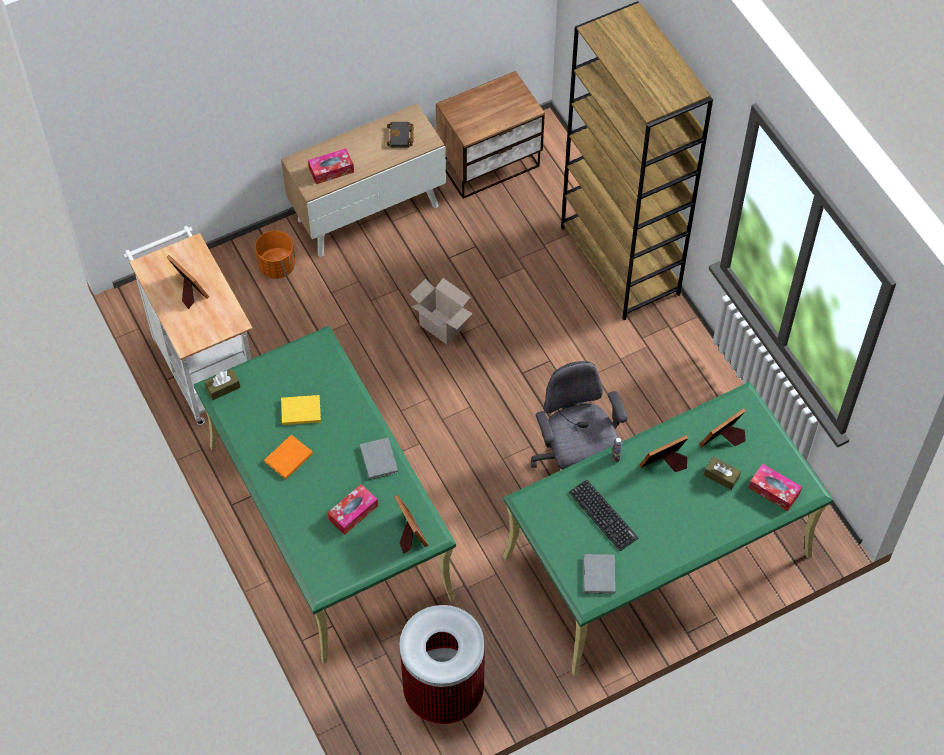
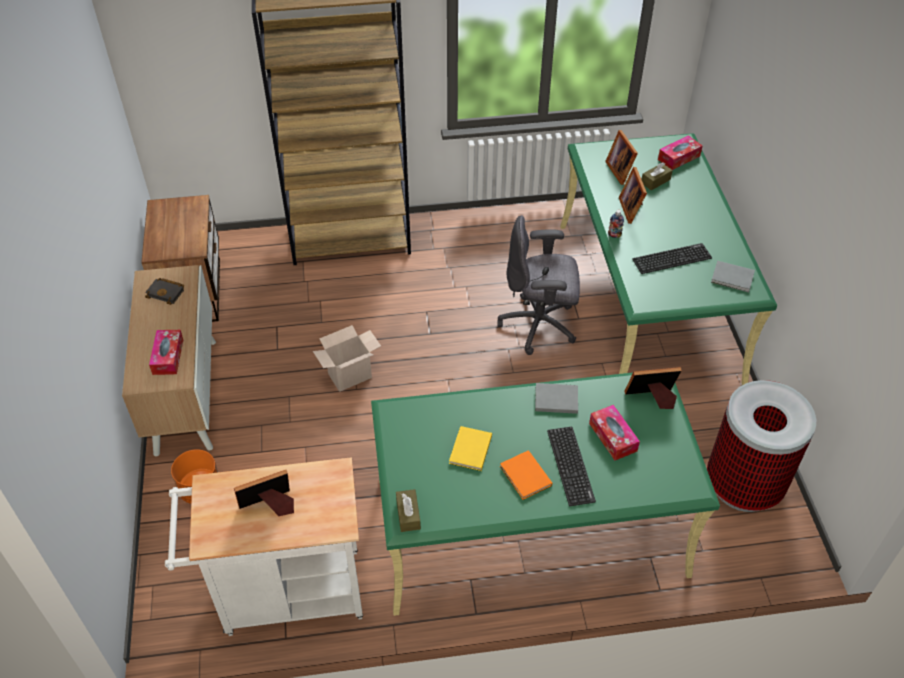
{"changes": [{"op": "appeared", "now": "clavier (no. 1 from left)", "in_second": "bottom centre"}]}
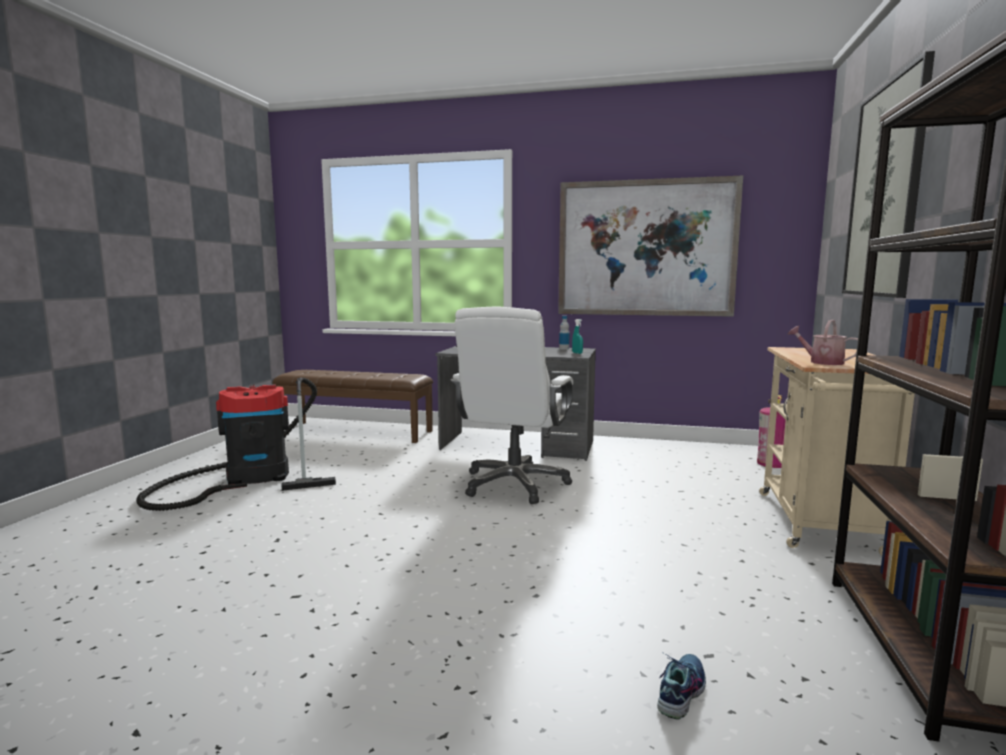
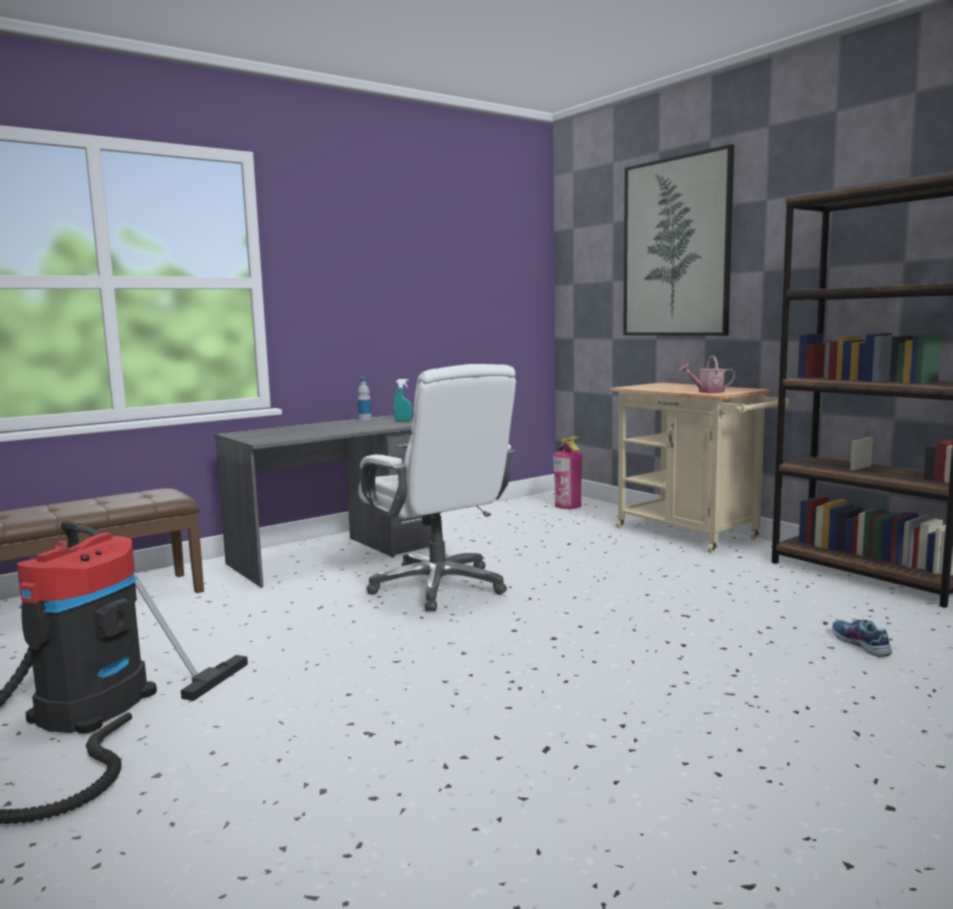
{"changes": [{"op": "missing", "was": "tableau (no. 1 from left)", "in_first": "top centre"}]}
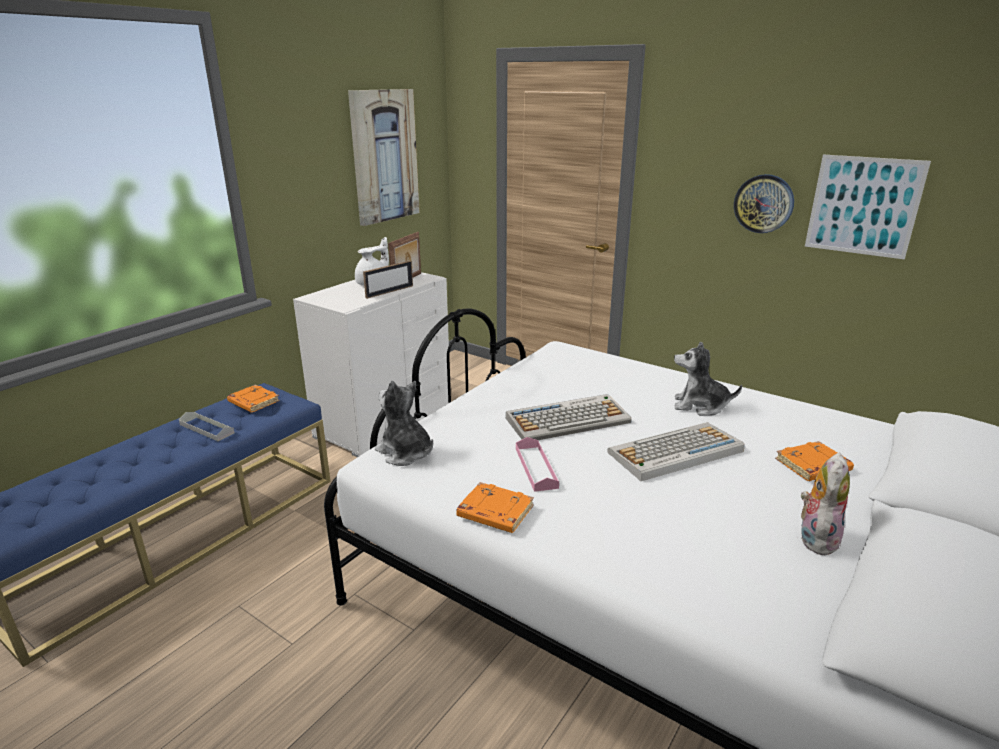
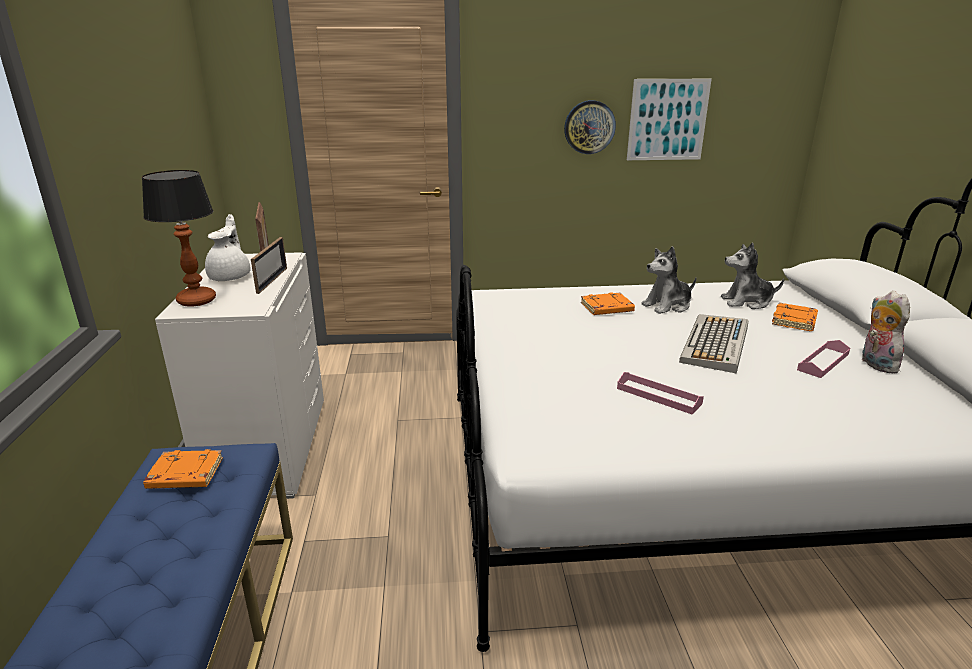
{"changes": [{"op": "missing", "was": "plateau (gris)", "in_first": "middle left"}, {"op": "missing", "was": "tableau (no. 1 from left)", "in_first": "top centre"}, {"op": "relocated", "was": "peluche (no. 1 from left in the first image)", "now": "peluche (no. 2 from left)", "in_first": "centre", "in_second": "middle right"}, {"op": "relocated", "was": "livre (orange) (no. 2 from left)", "in_first": "bottom centre", "in_second": "centre"}, {"op": "missing", "was": "clavier (no. 1 from left)", "in_first": "centre"}, {"op": "appeared", "now": "lampe de table", "in_second": "middle left"}, {"op": "appeared", "now": "plateau (rose) (no. 2 from left)", "in_second": "middle right"}]}
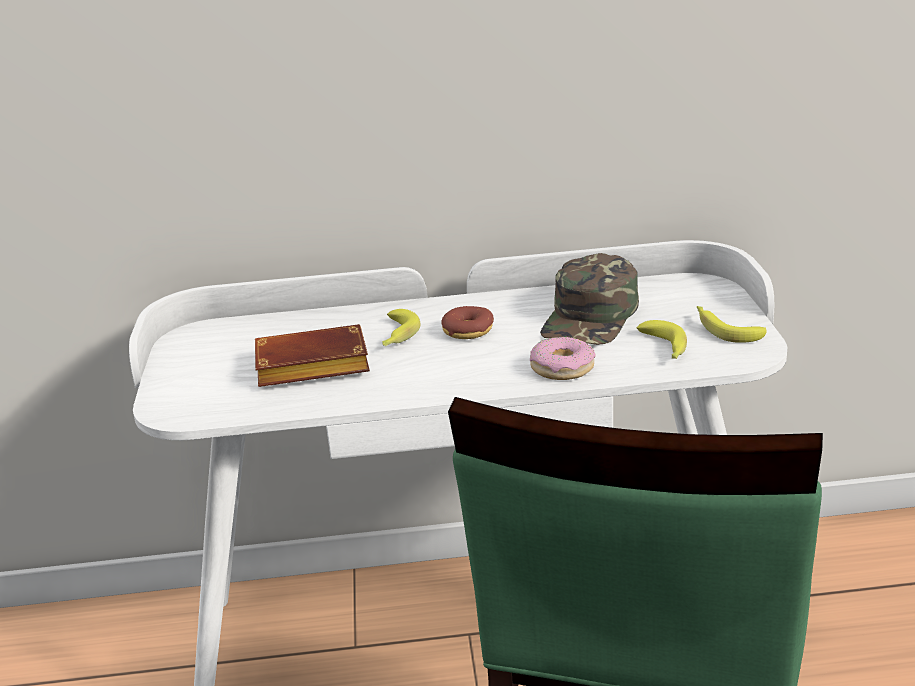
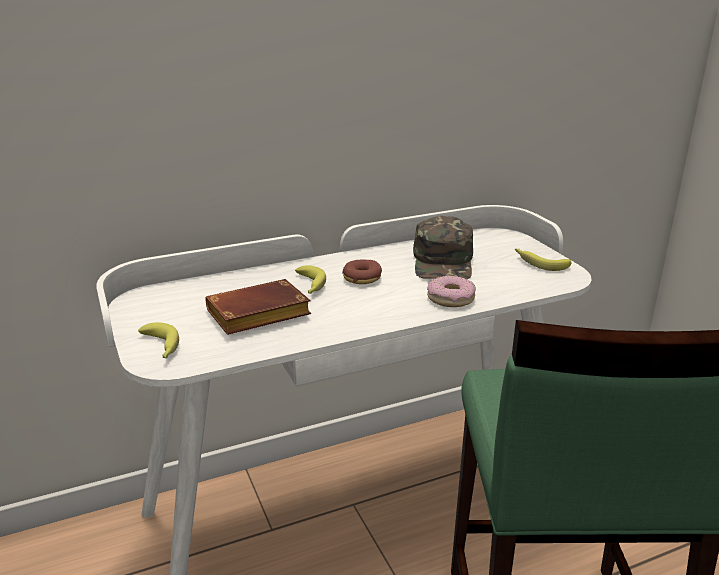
{"changes": [{"op": "relocated", "was": "banane (no. 2 from left in the first image)", "now": "banane (no. 1 from left)", "in_first": "middle right", "in_second": "middle left"}]}
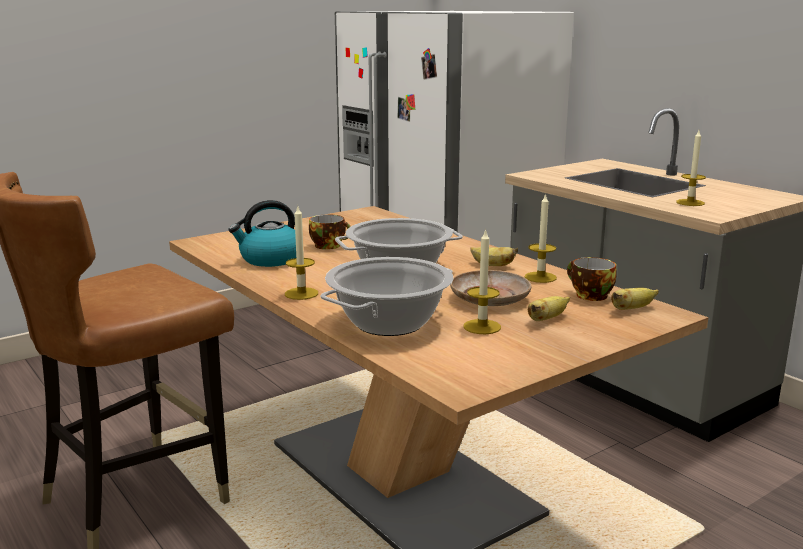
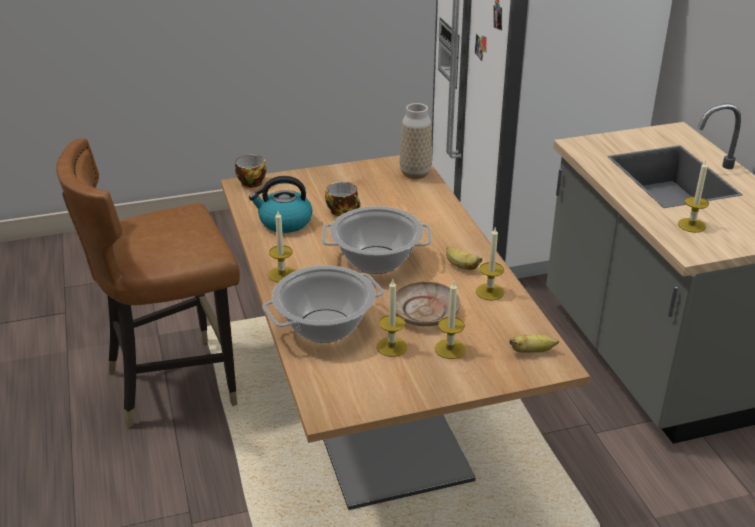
{"changes": [{"op": "exchanged", "was": "banane (no. 2 from left)", "now": "bougie (no. 3 from left)", "in_first": "middle right", "in_second": "centre"}, {"op": "relocated", "was": "tasse (no. 2 from left in the first image)", "now": "tasse (no. 1 from left)", "in_first": "middle right", "in_second": "top left"}, {"op": "appeared", "now": "vase", "in_second": "top centre"}]}
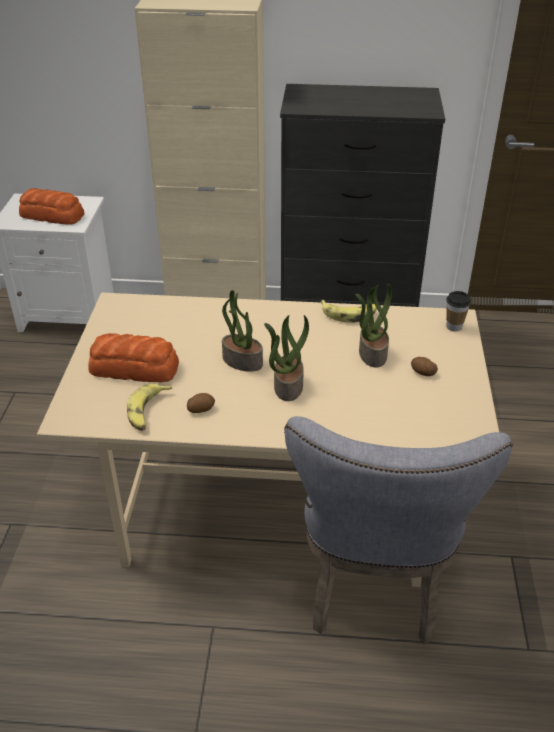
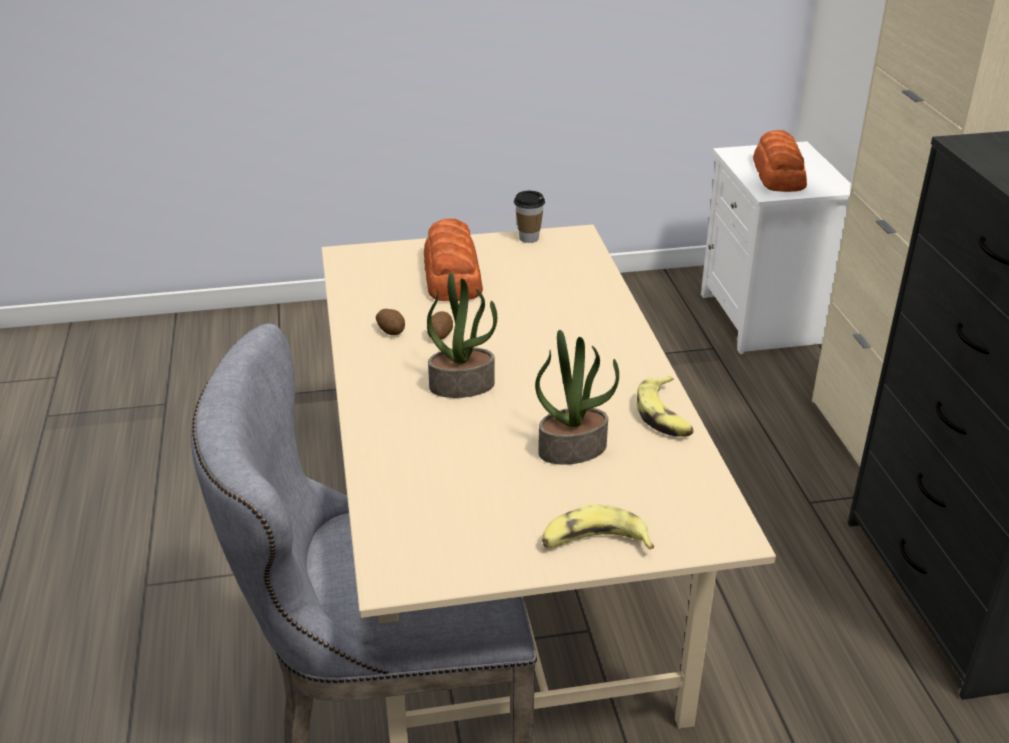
{"changes": [{"op": "relocated", "was": "banane (no. 1 from left)", "in_first": "middle left", "in_second": "bottom centre"}, {"op": "missing", "was": "plante en pot (no. 1 from left)", "in_first": "centre"}, {"op": "relocated", "was": "pomme de terre (no. 2 from left)", "in_first": "middle right", "in_second": "centre"}, {"op": "relocated", "was": "tasse", "in_first": "middle right", "in_second": "top centre"}]}
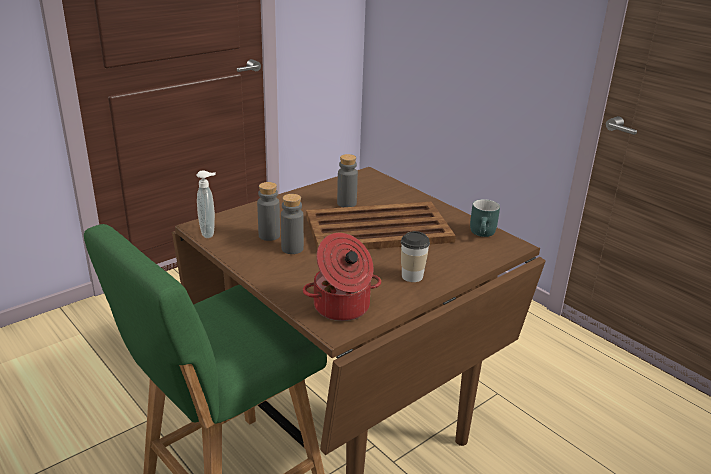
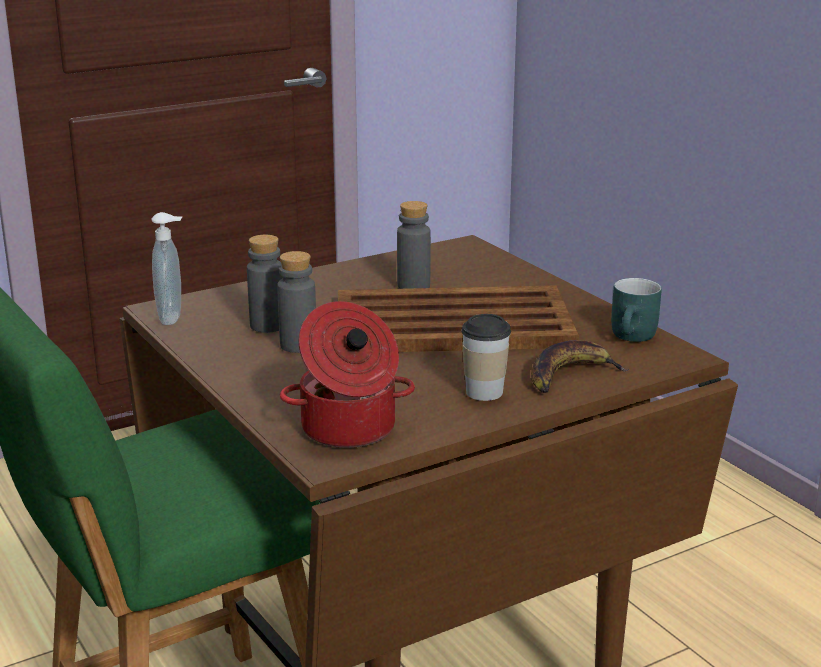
{"changes": [{"op": "appeared", "now": "banane", "in_second": "middle right"}]}
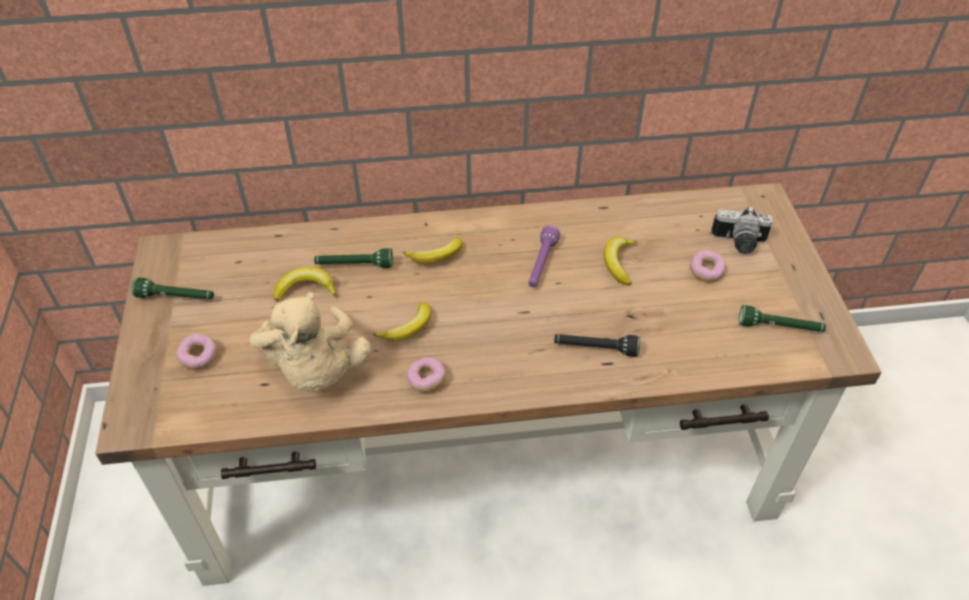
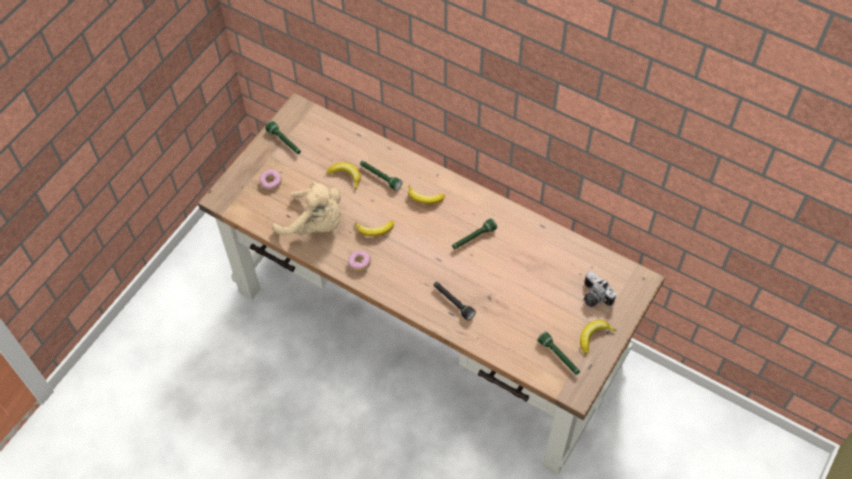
{"changes": [{"op": "spun", "was": "peluche (beige)", "in_first": "middle left", "in_second": "centre", "clockwise": -90}, {"op": "colour", "was": "lampe de poche (violet)", "now": "lampe de poche (vert) (no. 3 from left)", "in_first": "centre", "in_second": "centre"}, {"op": "relocated", "was": "banane (no. 4 from left)", "in_first": "centre", "in_second": "bottom right"}, {"op": "missing", "was": "beignet (no. 3 from left)", "in_first": "middle right"}]}
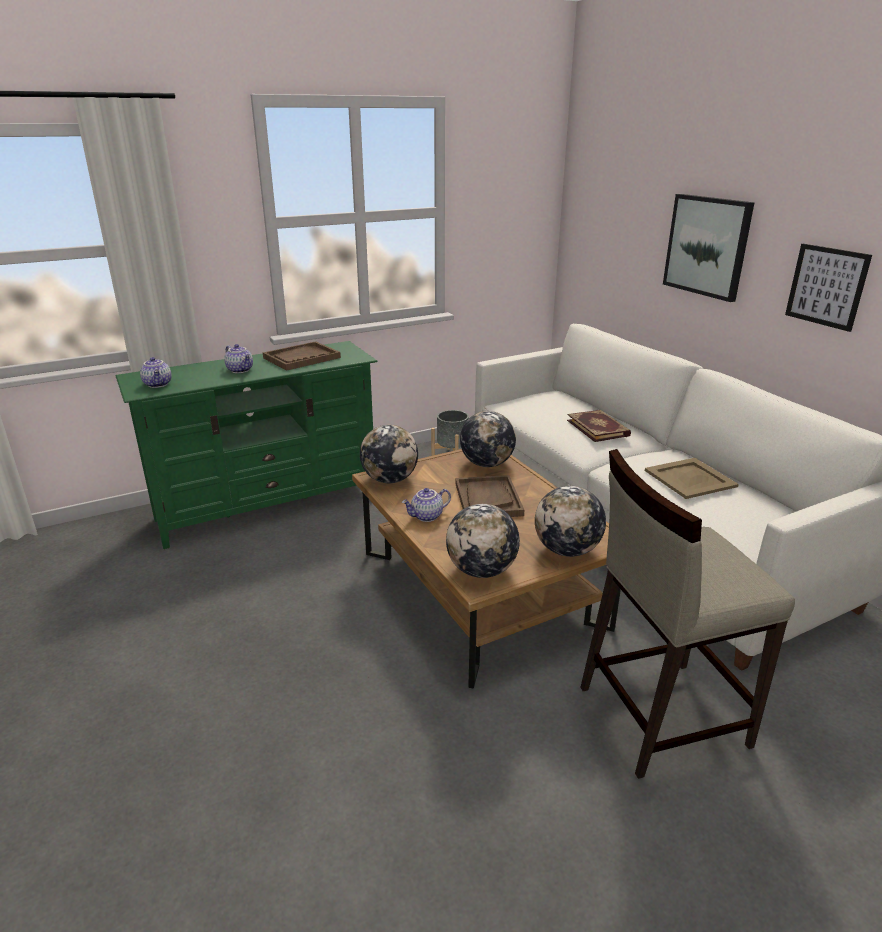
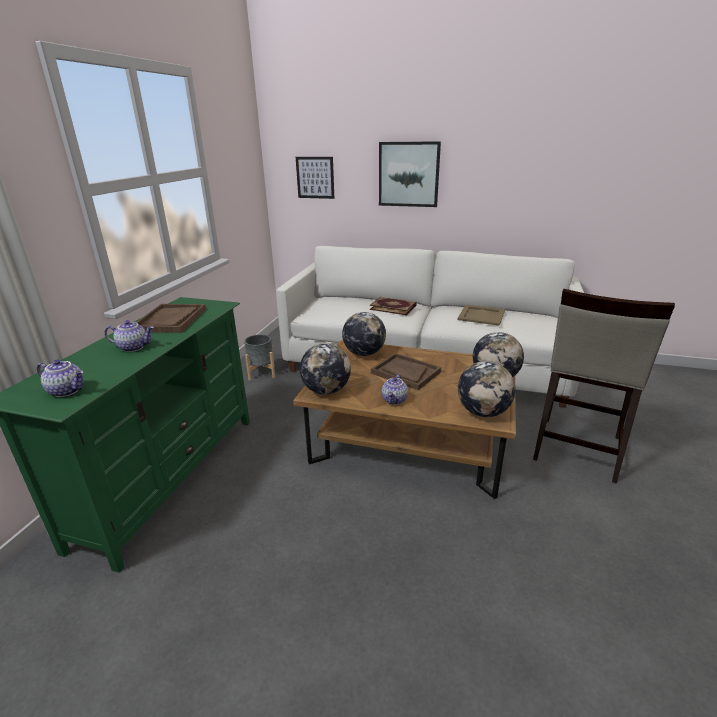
{"changes": [{"op": "relocated", "was": "tableau (no. 2 from left in the first image)", "now": "tableau (no. 1 from left)", "in_first": "top right", "in_second": "top centre"}]}
